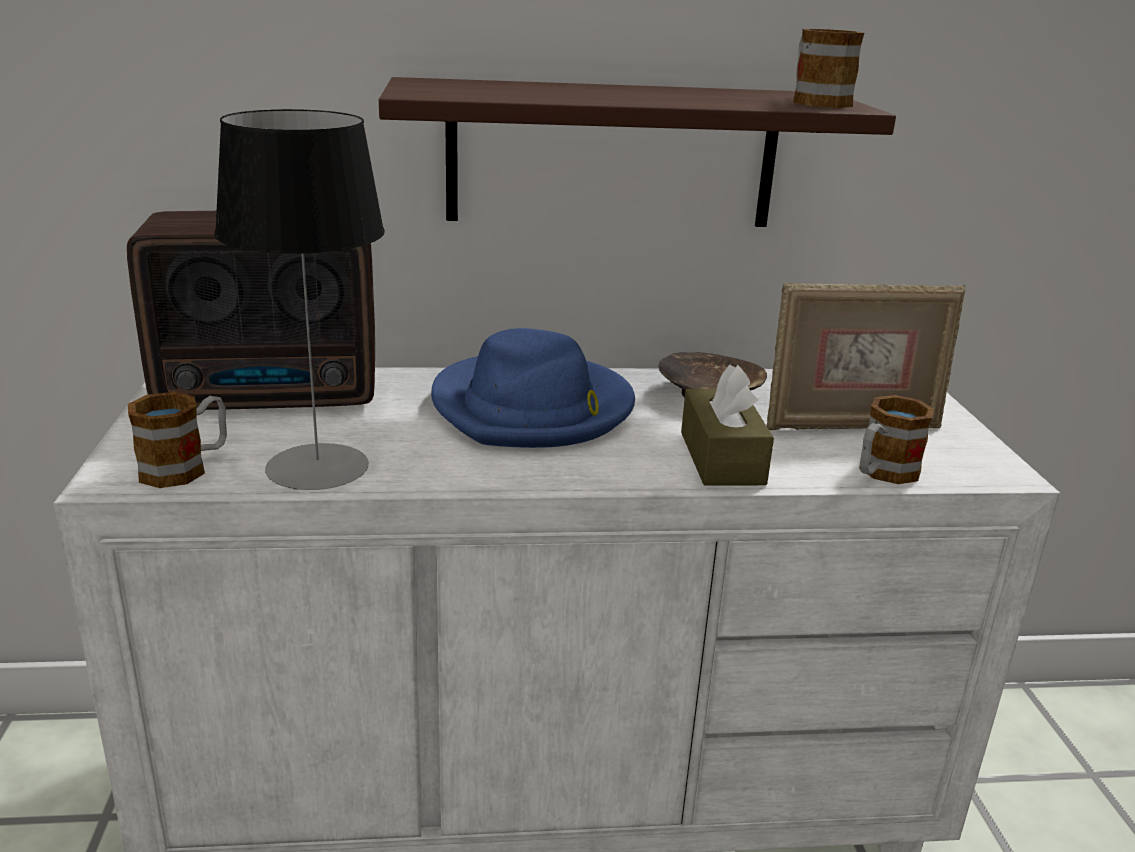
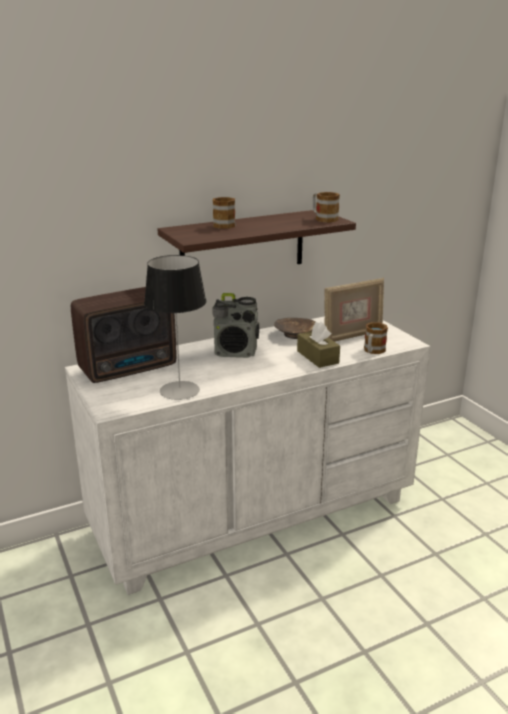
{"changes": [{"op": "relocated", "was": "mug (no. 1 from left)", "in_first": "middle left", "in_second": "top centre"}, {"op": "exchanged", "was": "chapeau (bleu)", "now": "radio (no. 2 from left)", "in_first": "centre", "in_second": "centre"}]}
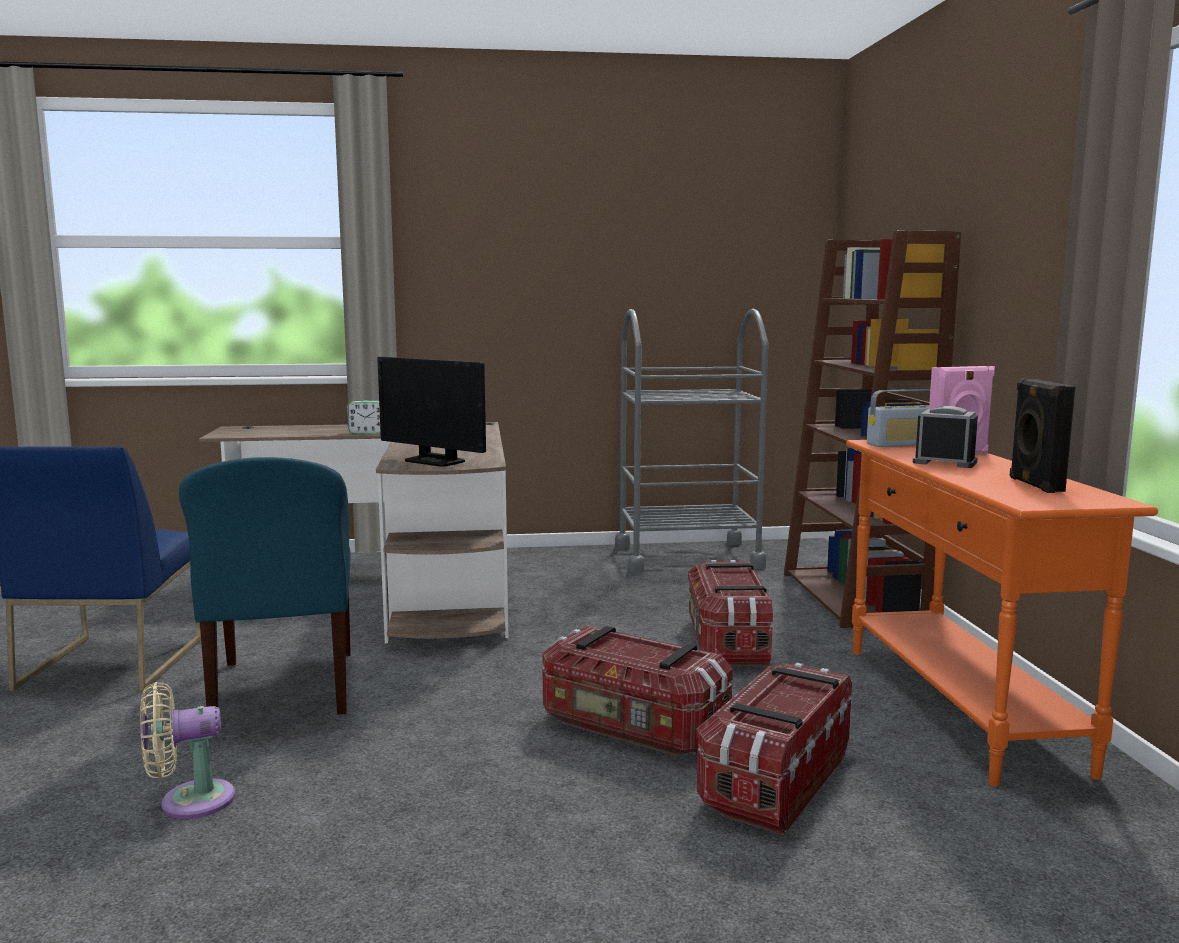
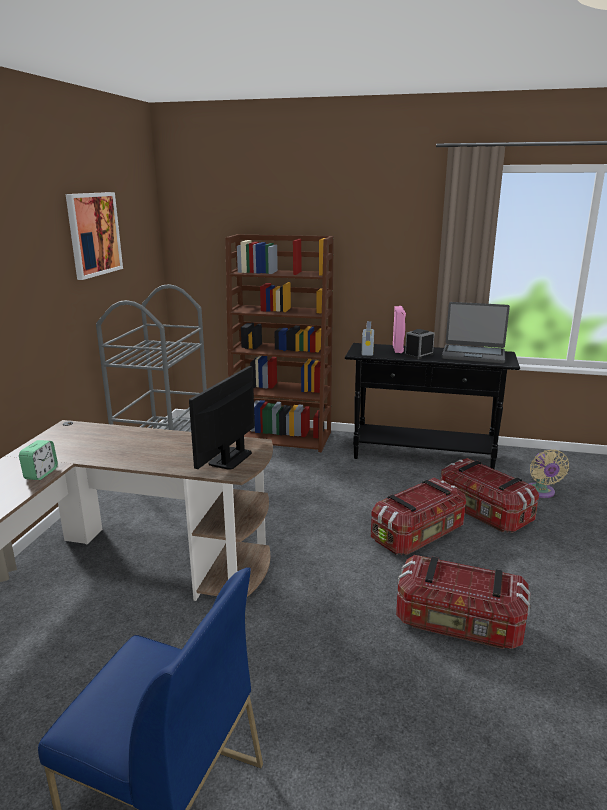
{"changes": [{"op": "relocated", "was": "ventilateur (beige)", "in_first": "bottom left", "in_second": "middle right"}, {"op": "missing", "was": "chaise (bleu) (no. 2 from left)", "in_first": "middle left"}, {"op": "spun", "was": "écran d'ordinateur", "in_first": "centre", "in_second": "centre", "clockwise": 150}, {"op": "relocated", "was": "boîte de rangement (no. 2 from left)", "in_first": "centre", "in_second": "bottom right"}, {"op": "colour", "was": "table console (orange)", "now": "table console (noir)", "in_first": "middle right", "in_second": "middle right"}, {"op": "exchanged", "was": "enceinte (noir)", "now": "ordinateur portable", "in_first": "middle right", "in_second": "middle right"}, {"op": "appeared", "now": "tableau", "in_second": "top left"}]}
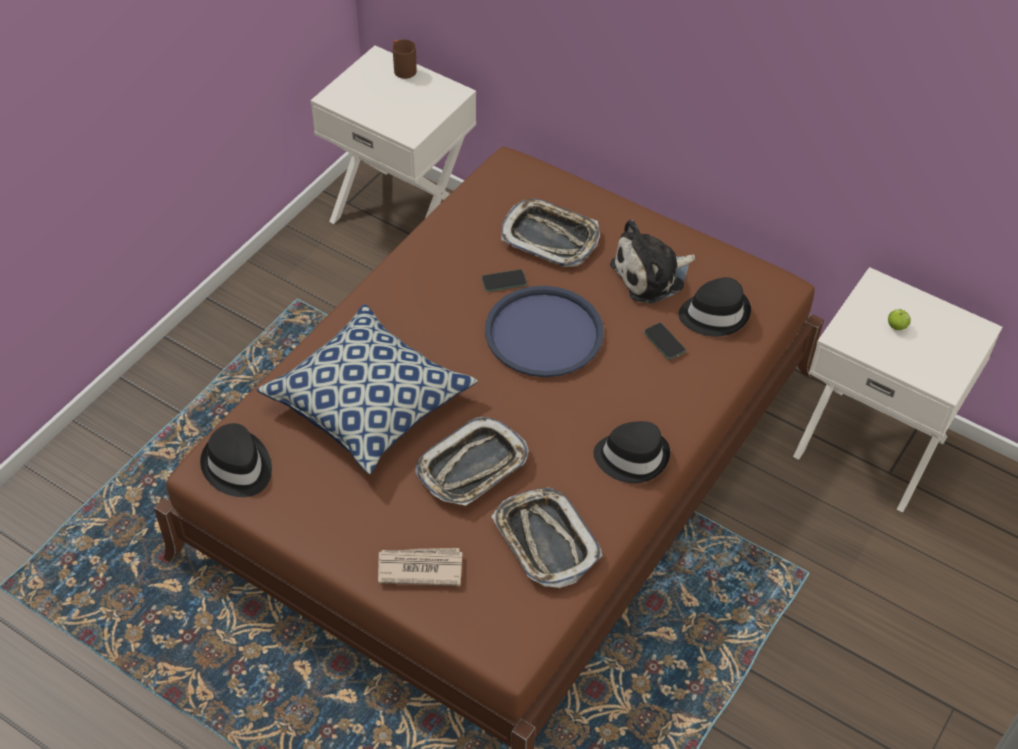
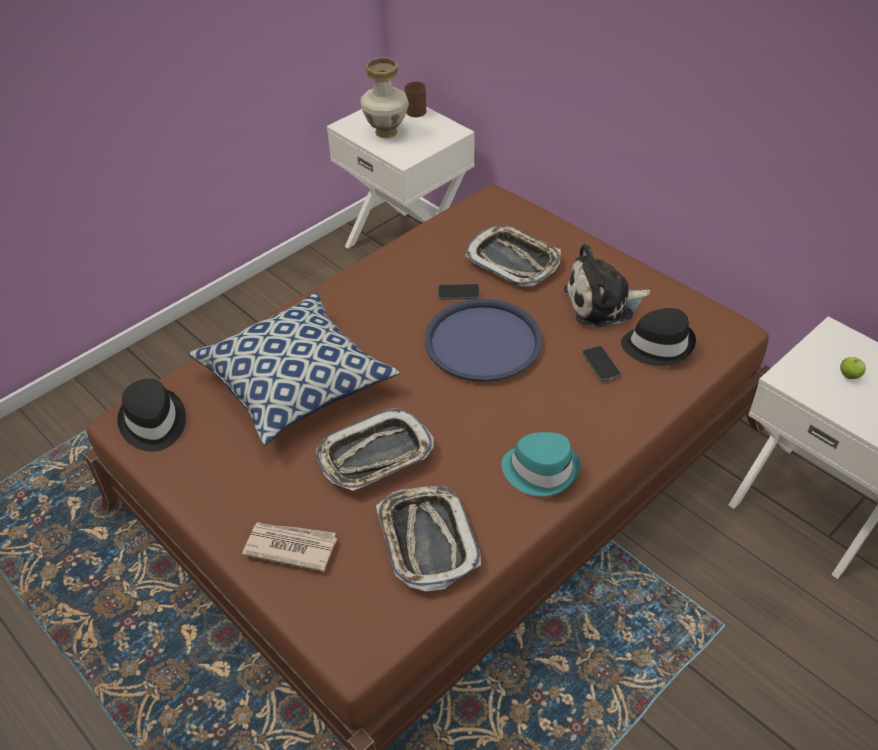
{"changes": [{"op": "colour", "was": "chapeau (noir) (no. 2 from left)", "now": "chapeau (turquoise)", "in_first": "centre", "in_second": "centre"}, {"op": "appeared", "now": "vase", "in_second": "top centre"}]}
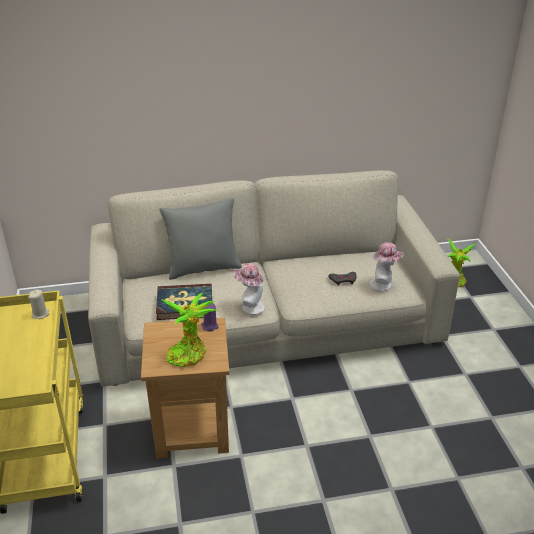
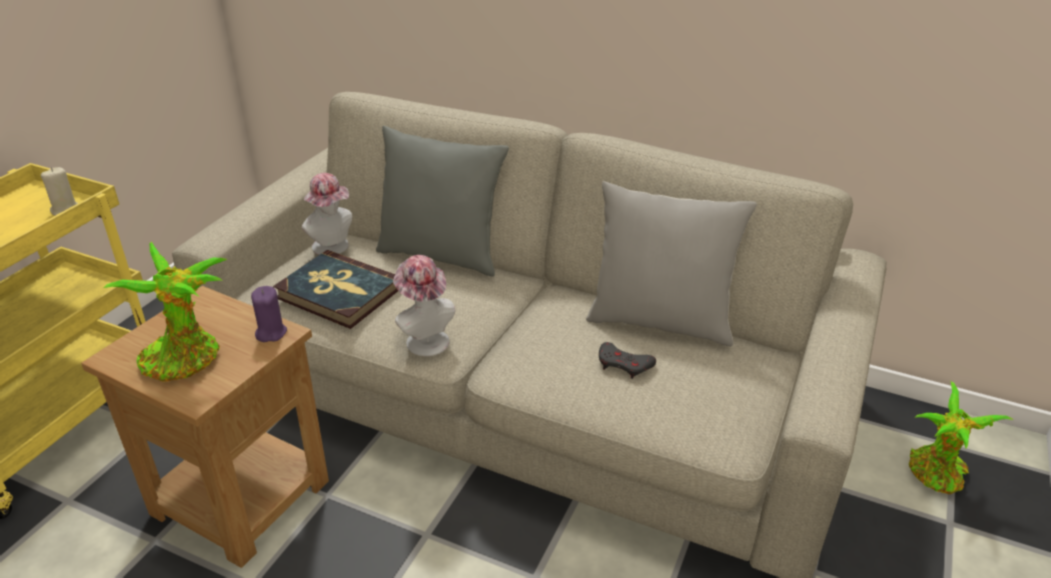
{"changes": [{"op": "relocated", "was": "chapeau (no. 2 from left in the first image)", "now": "chapeau (no. 1 from left)", "in_first": "middle right", "in_second": "middle left"}, {"op": "appeared", "now": "coussin (gris) (no. 2 from left)", "in_second": "centre"}]}
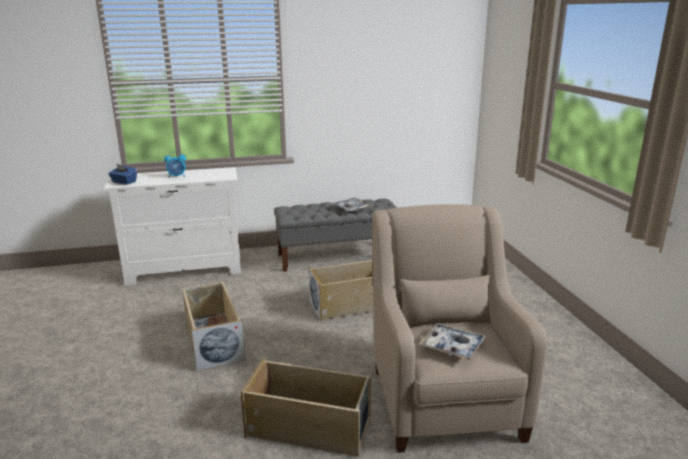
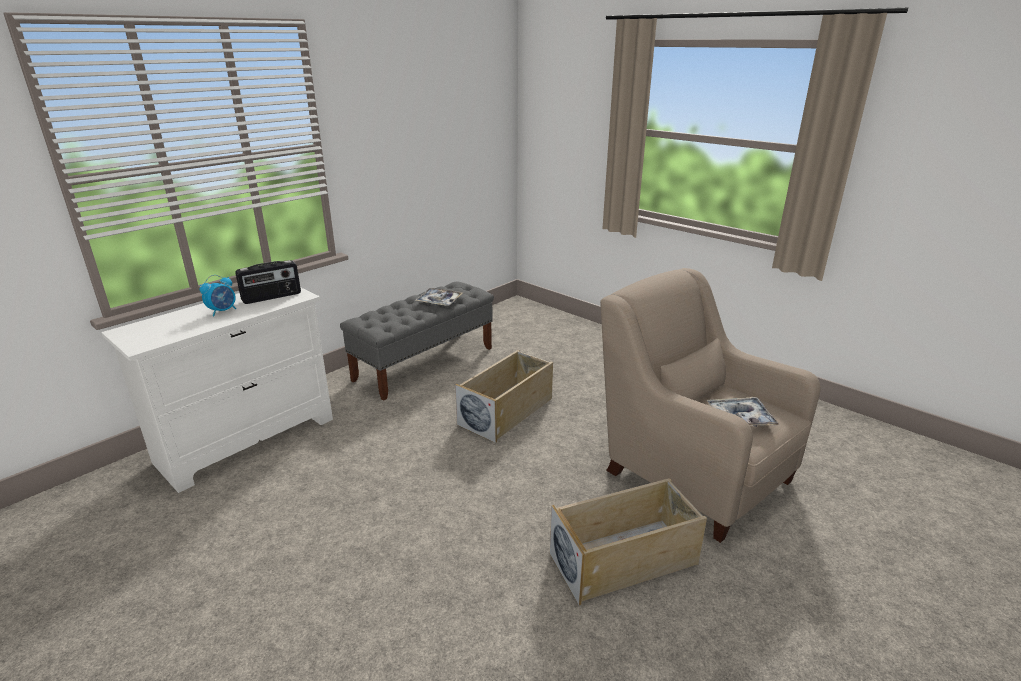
{"changes": [{"op": "missing", "was": "boîte à mouchoirs (bleu)", "in_first": "middle left"}, {"op": "missing", "was": "boîte de rangement (beige) (no. 1 from left)", "in_first": "bottom left"}, {"op": "appeared", "now": "radio", "in_second": "middle left"}]}
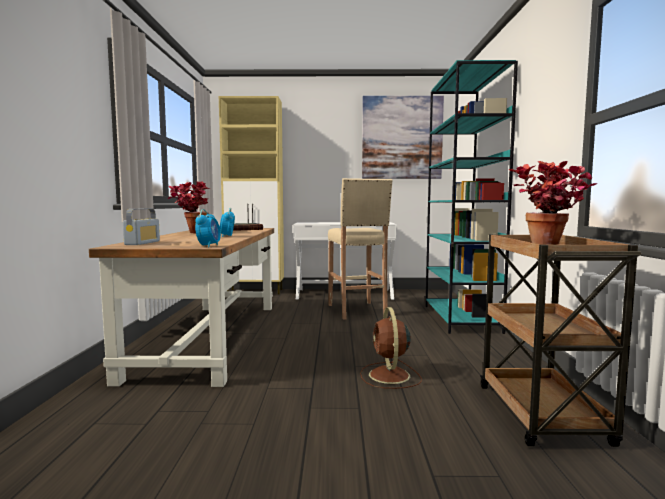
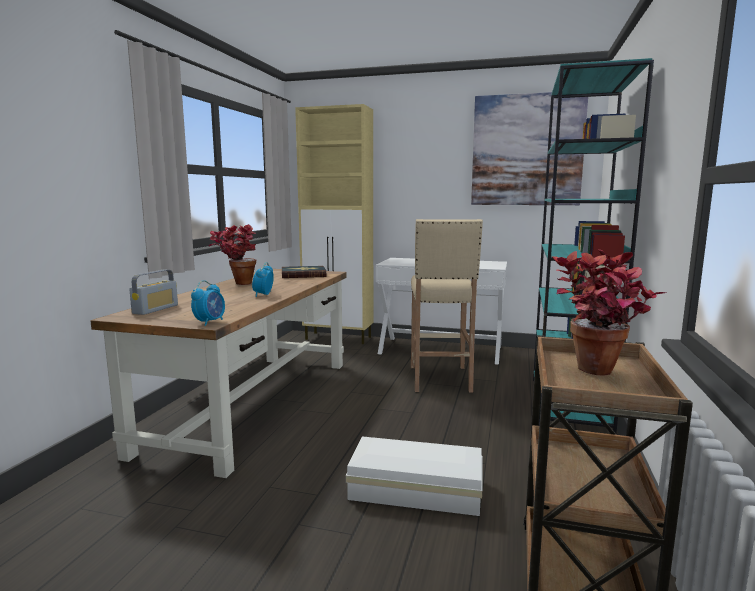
{"changes": [{"op": "exchanged", "was": "ventilateur (marron)", "now": "boîte de rangement (blanc)", "in_first": "bottom centre", "in_second": "bottom centre"}]}
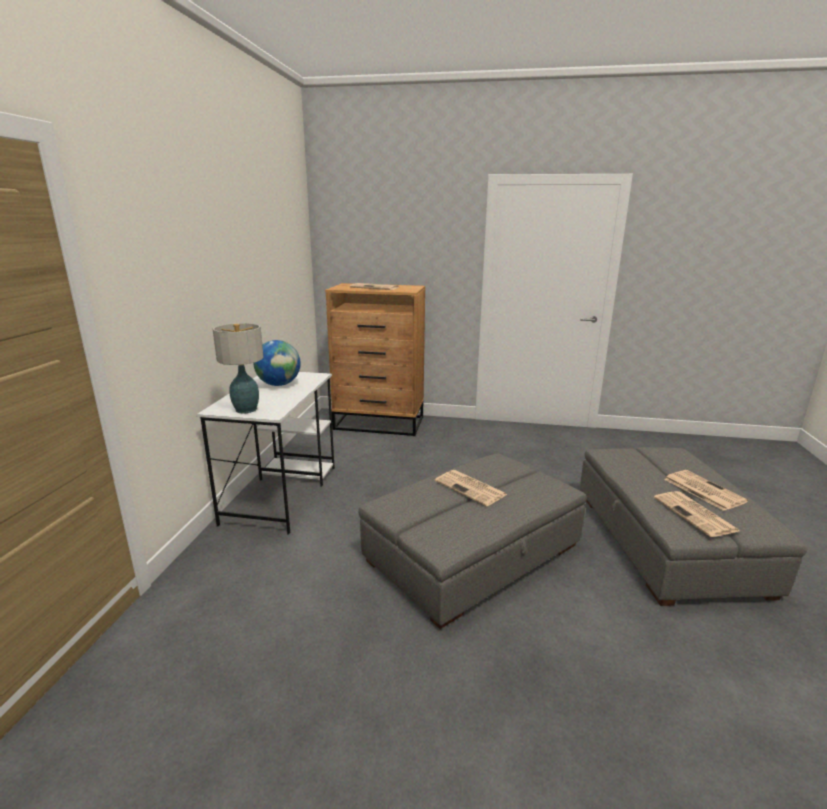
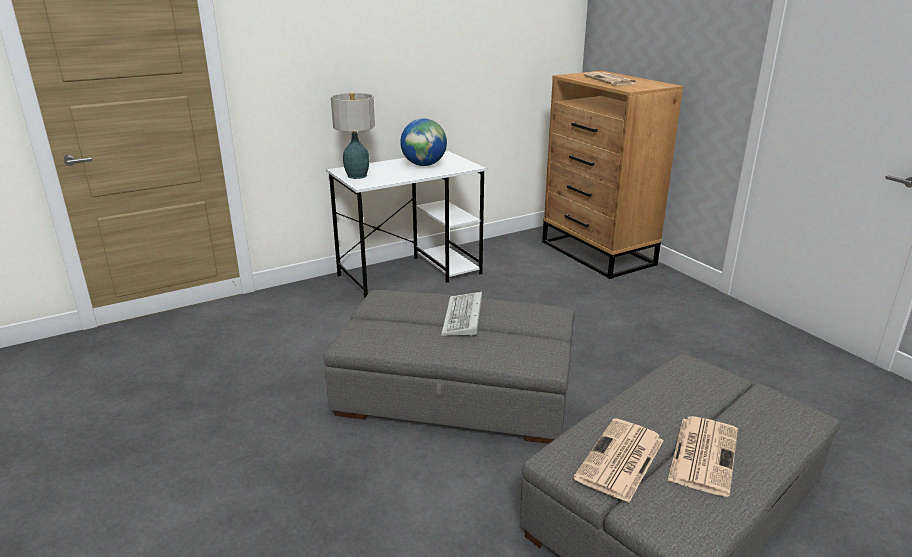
{"changes": [{"op": "exchanged", "was": "journal (no. 2 from left)", "now": "clavier", "in_first": "centre", "in_second": "centre"}]}
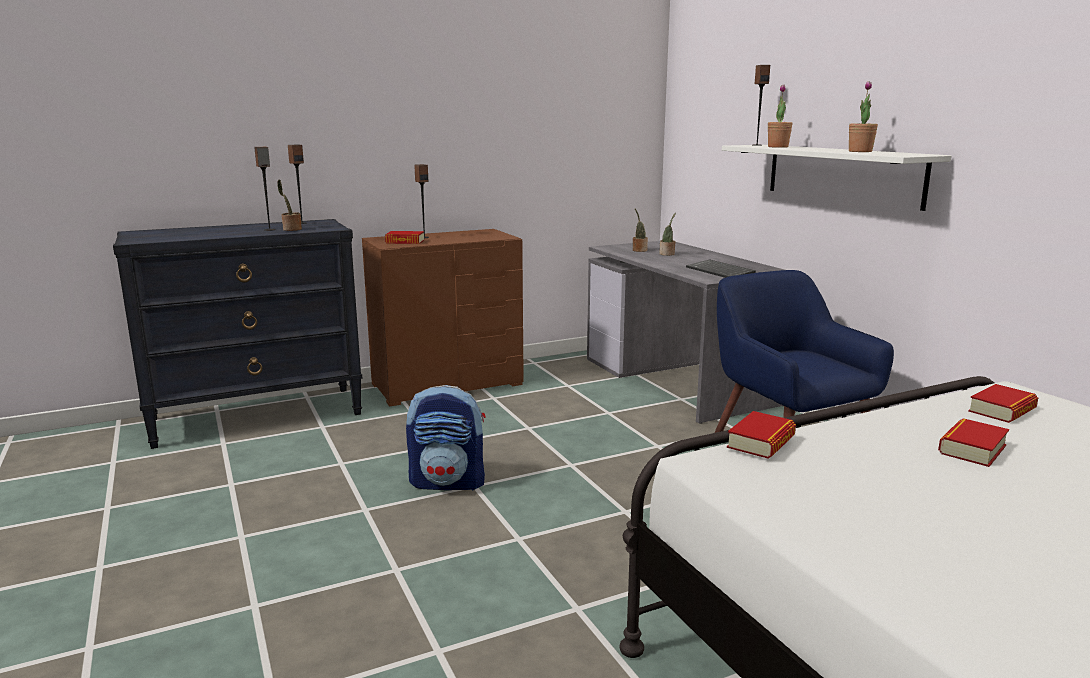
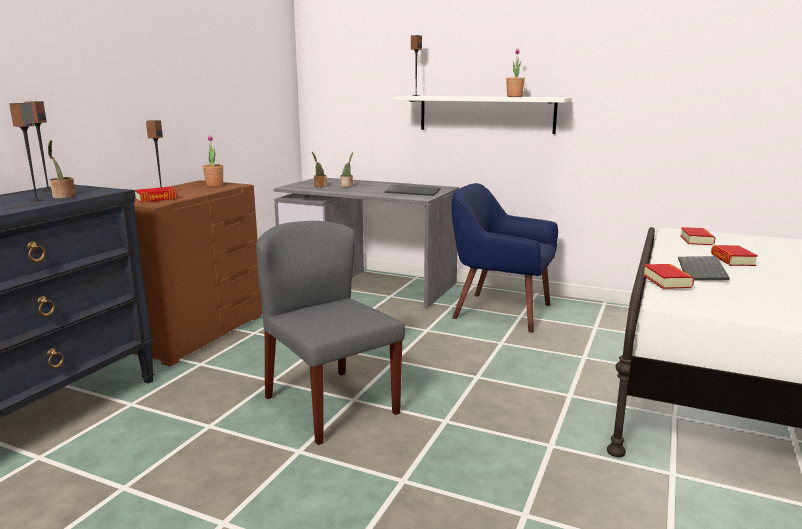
{"changes": [{"op": "exchanged", "was": "sac à dos", "now": "chaise (gris)", "in_first": "centre", "in_second": "centre"}, {"op": "relocated", "was": "plante en pot (no. 4 from left in the first image)", "now": "plante en pot (no. 2 from left)", "in_first": "top right", "in_second": "top left"}, {"op": "appeared", "now": "clavier (no. 2 from left)", "in_second": "middle right"}]}
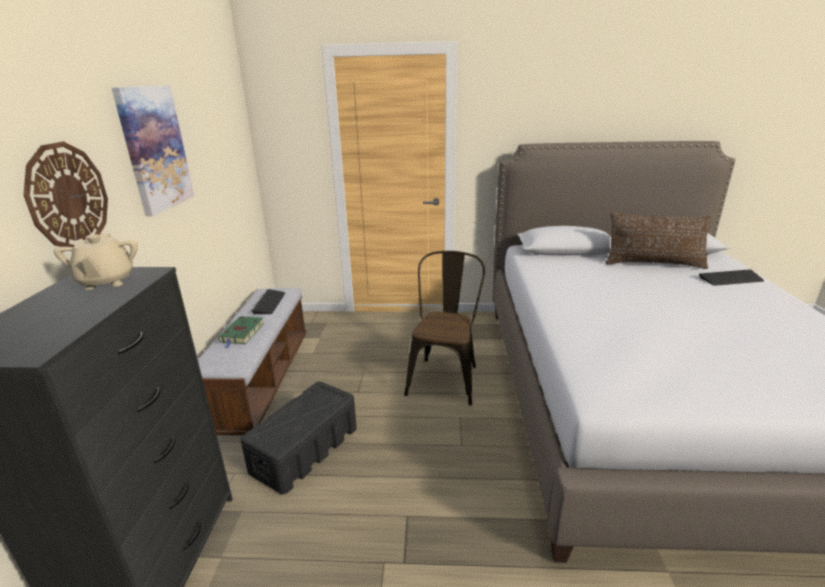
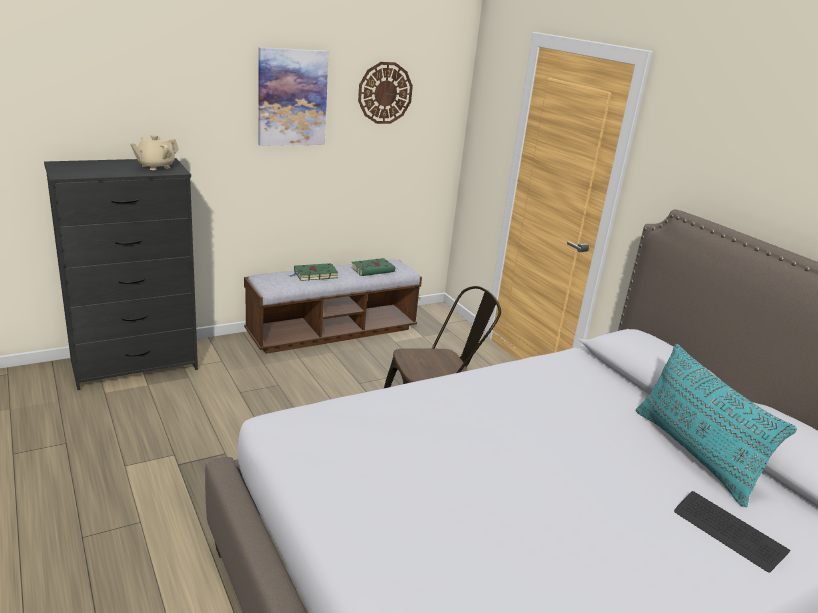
{"changes": [{"op": "relocated", "was": "horloge murale", "in_first": "top left", "in_second": "top centre"}, {"op": "missing", "was": "boîte de rangement (noir)", "in_first": "bottom centre"}, {"op": "exchanged", "was": "clavier (no. 1 from left)", "now": "livre (vert) (no. 2 from left)", "in_first": "middle left", "in_second": "centre"}, {"op": "colour", "was": "coussin (marron)", "now": "coussin (turquoise)", "in_first": "middle right", "in_second": "bottom right"}]}
